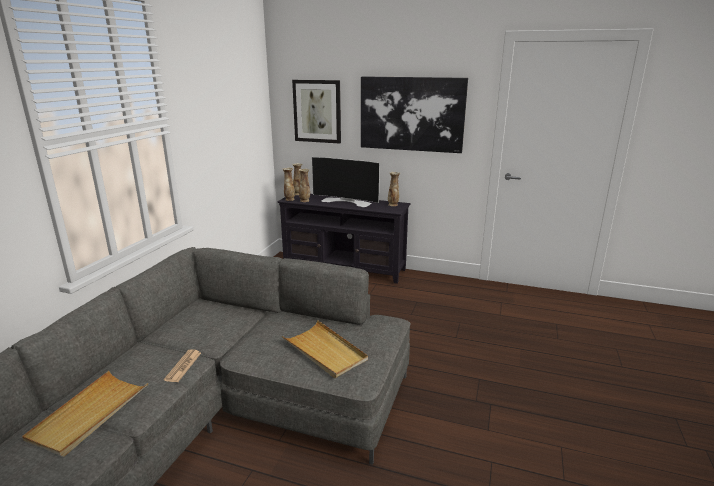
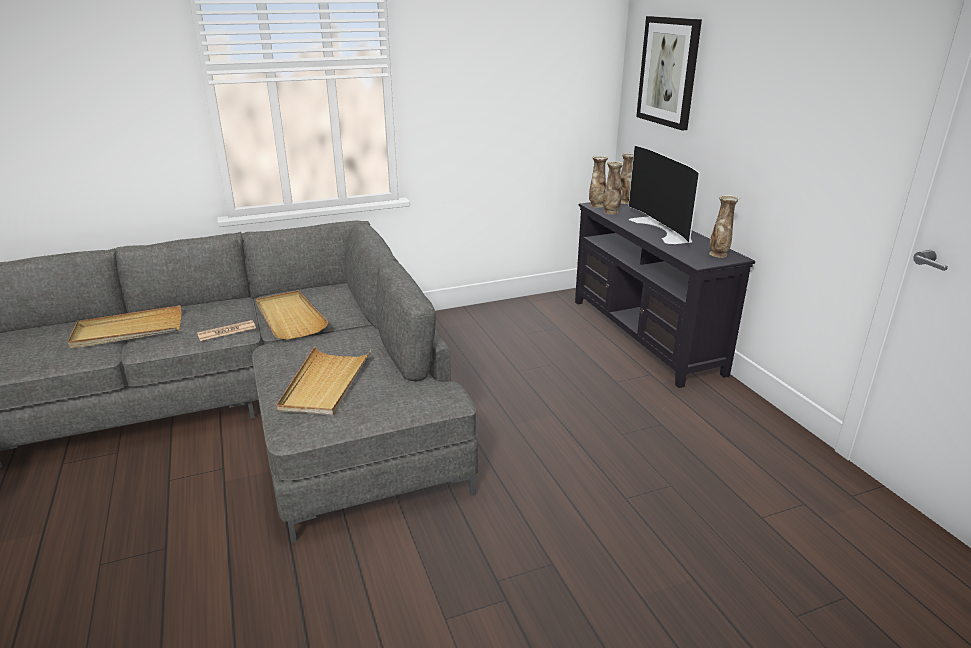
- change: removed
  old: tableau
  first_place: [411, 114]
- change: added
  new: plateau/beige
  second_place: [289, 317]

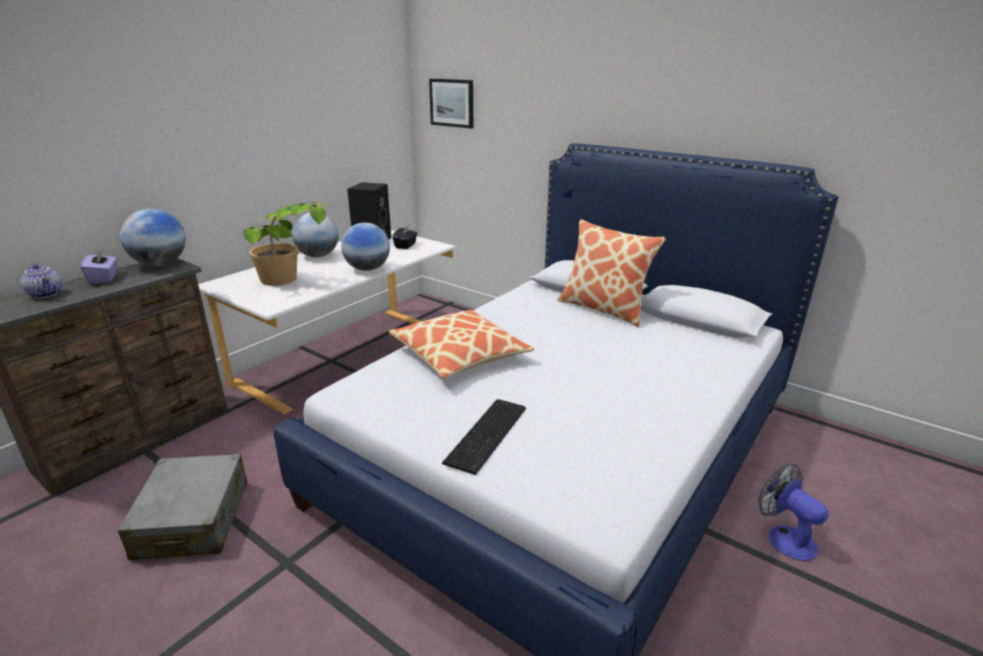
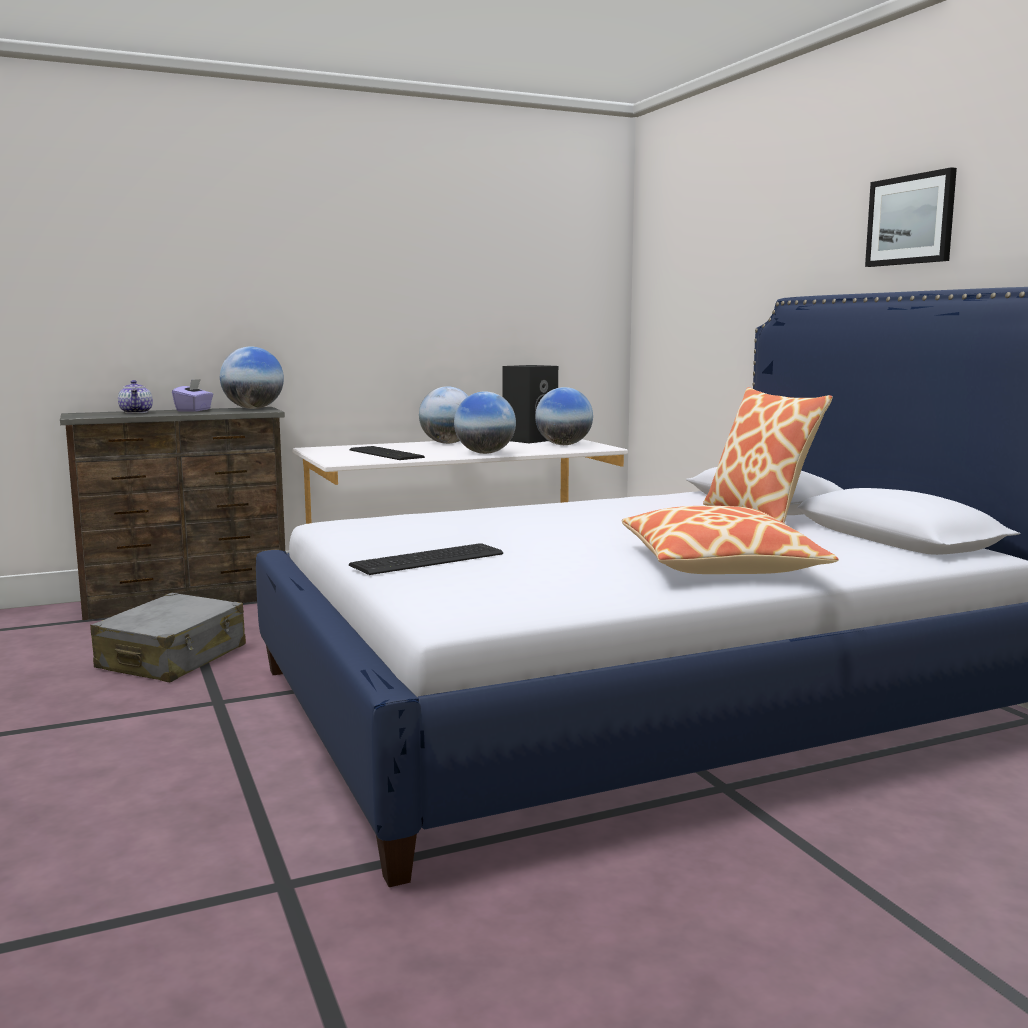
- change: replaced
  old: plante en pot
  new: clavier
  first_place: [292, 283]
  second_place: [386, 453]
- change: moved
  old: coussin
  first_place: [459, 355]
  second_place: [719, 565]
- change: replaced
  old: boîte à mouchoirs/noir
  new: globe
  first_place: [406, 245]
  second_place: [563, 445]
- change: moved
  old: tableau
  first_place: [452, 103]
  second_place: [911, 220]
- change: removed
  old: ventilateur
  first_place: [784, 537]

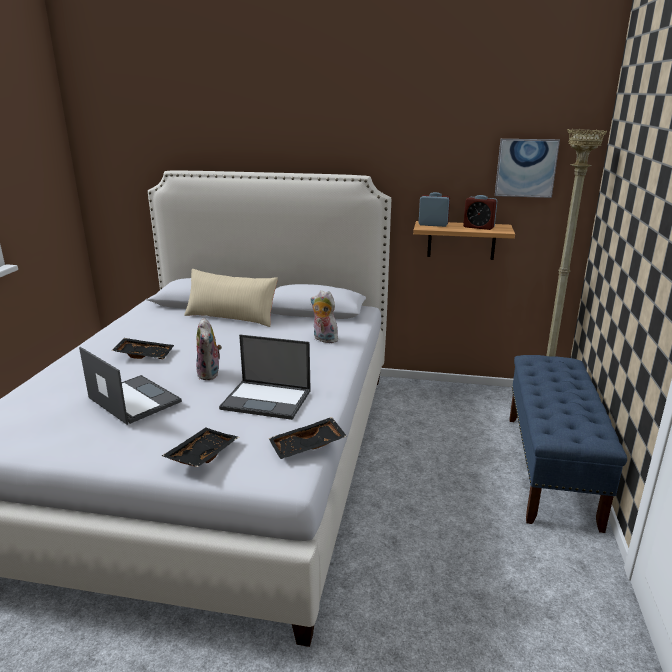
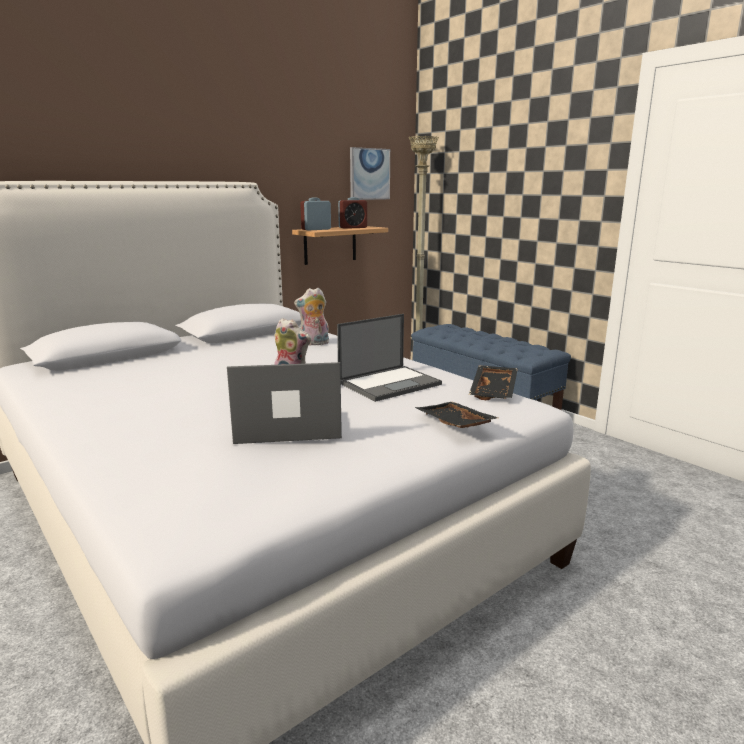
- change: removed
  old: plateau/noir
  first_place: [145, 354]
- change: removed
  old: coussin/beige
  first_place: [231, 317]

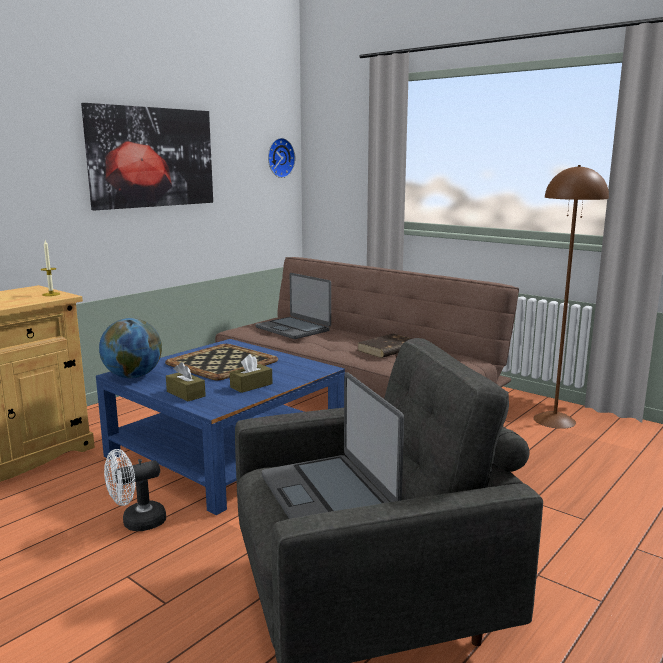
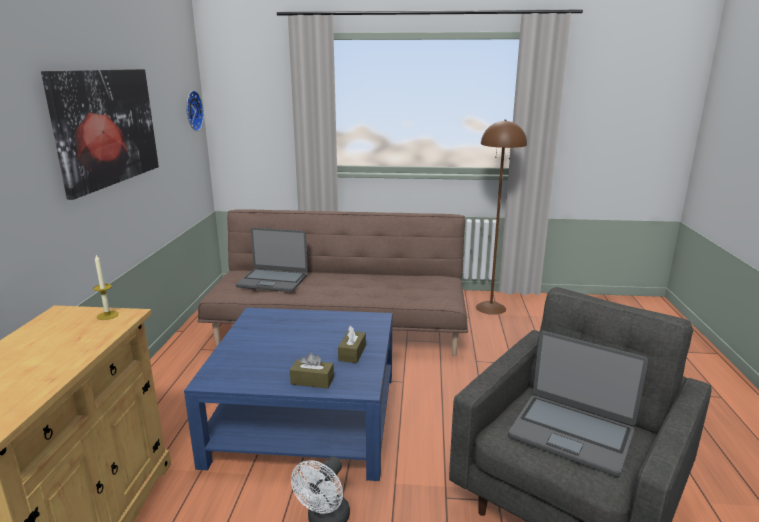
- change: removed
  old: globe
  first_place: [133, 376]
- change: removed
  old: plateau
  first_place: [223, 362]
- change: removed
  old: livre/marron
  first_place: [387, 349]

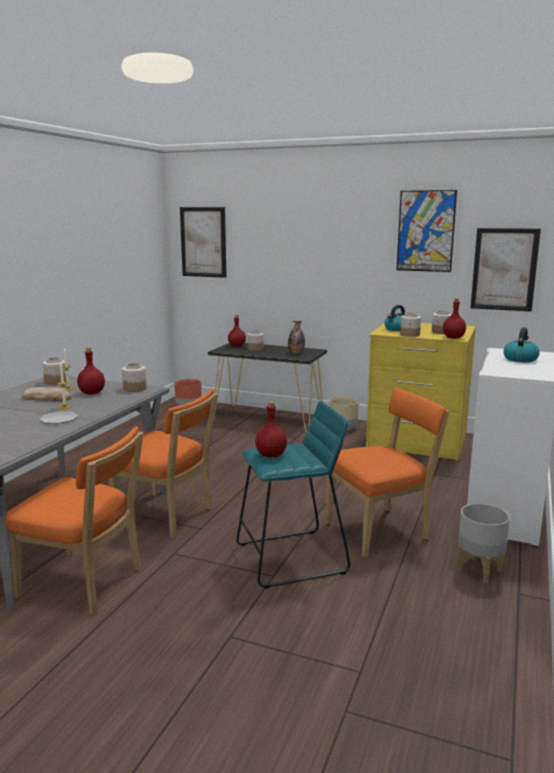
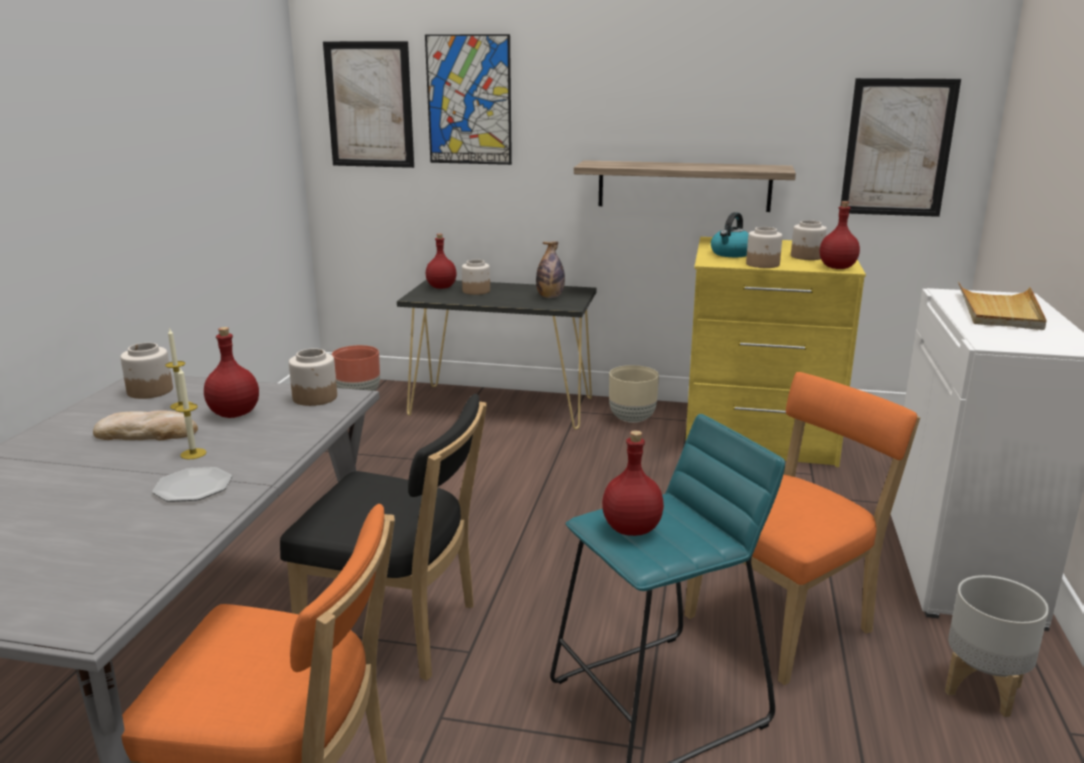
- change: recoloured
  old: chaise/orange
  new: chaise/noir
  first_place: [167, 516]
  second_place: [398, 632]
- change: moved
  old: tableau
  first_place: [425, 231]
  second_place: [469, 100]
- change: replaced
  old: bouilloire
  new: plateau/beige
  first_place: [520, 359]
  second_place: [999, 311]
- change: added
  new: étagère
  second_place: [684, 186]

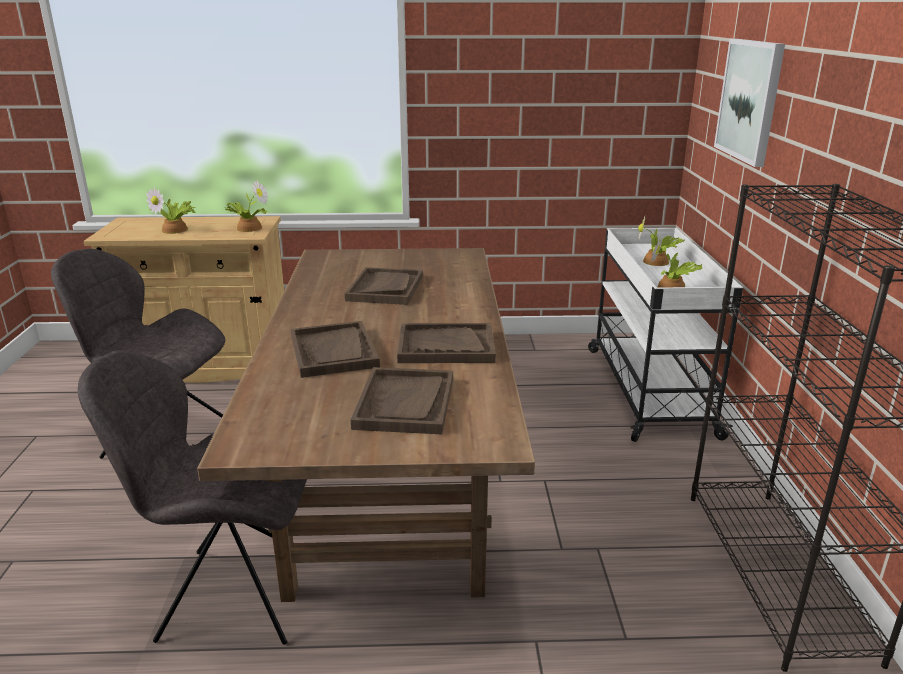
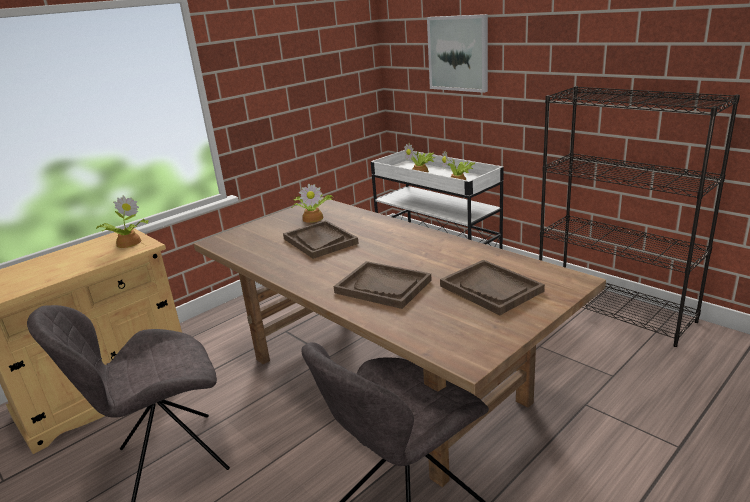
- change: moved
  old: plante en pot
  first_place: [176, 230]
  second_place: [313, 217]
- change: removed
  old: plateau/marron
  first_place: [446, 346]

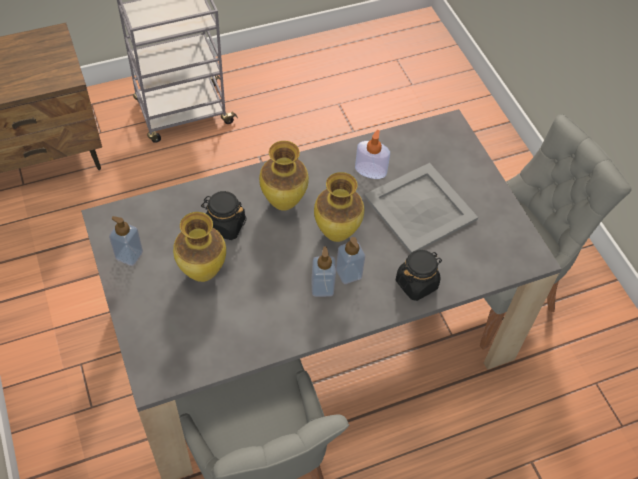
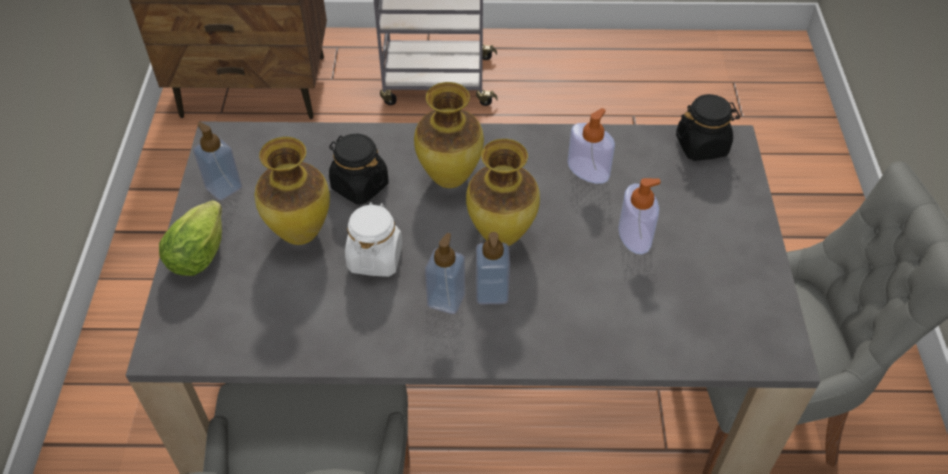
- change: replaced
  old: plateau/gris
  new: distributeur de savon
  first_place: [419, 208]
  second_place: [634, 235]
- change: moved
  old: bocal/noir
  first_place: [416, 283]
  second_place: [702, 146]
- change: added
  new: laitue
  second_place: [201, 251]
- change: added
  new: bocal/blanc
  second_place: [375, 258]

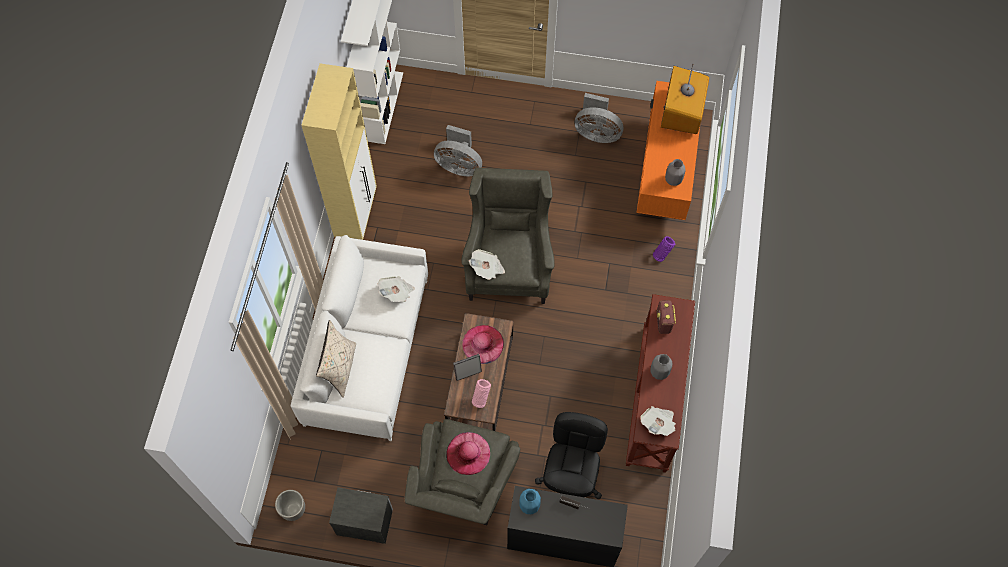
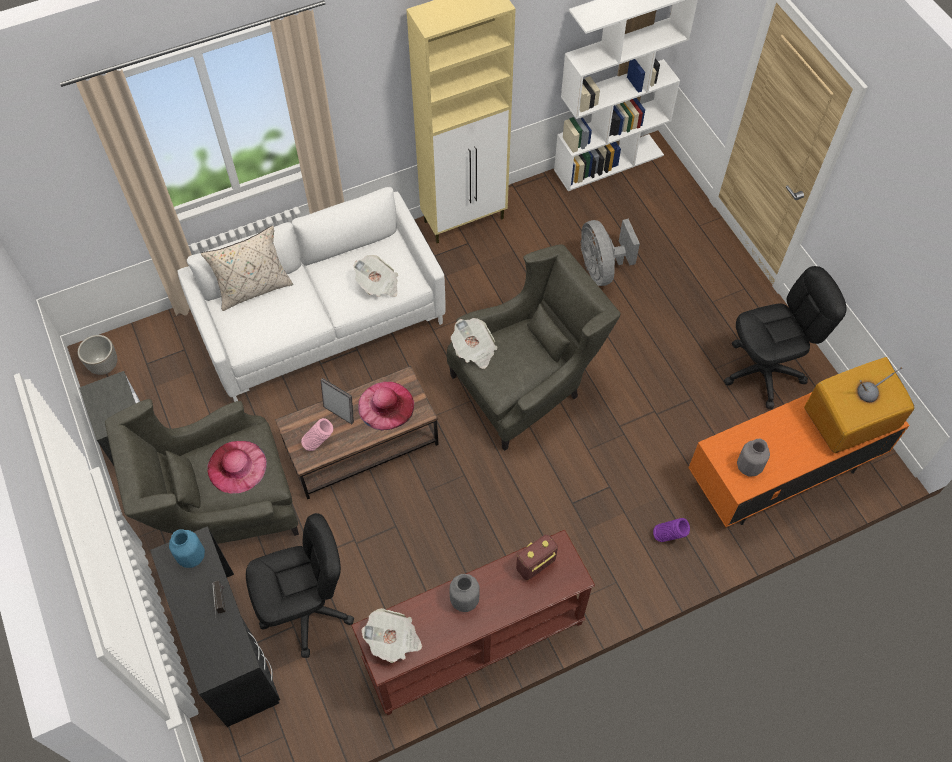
- change: replaced
  old: ventilateur/gris
  new: chaise de bureau/noir
  first_place: [596, 133]
  second_place: [763, 372]

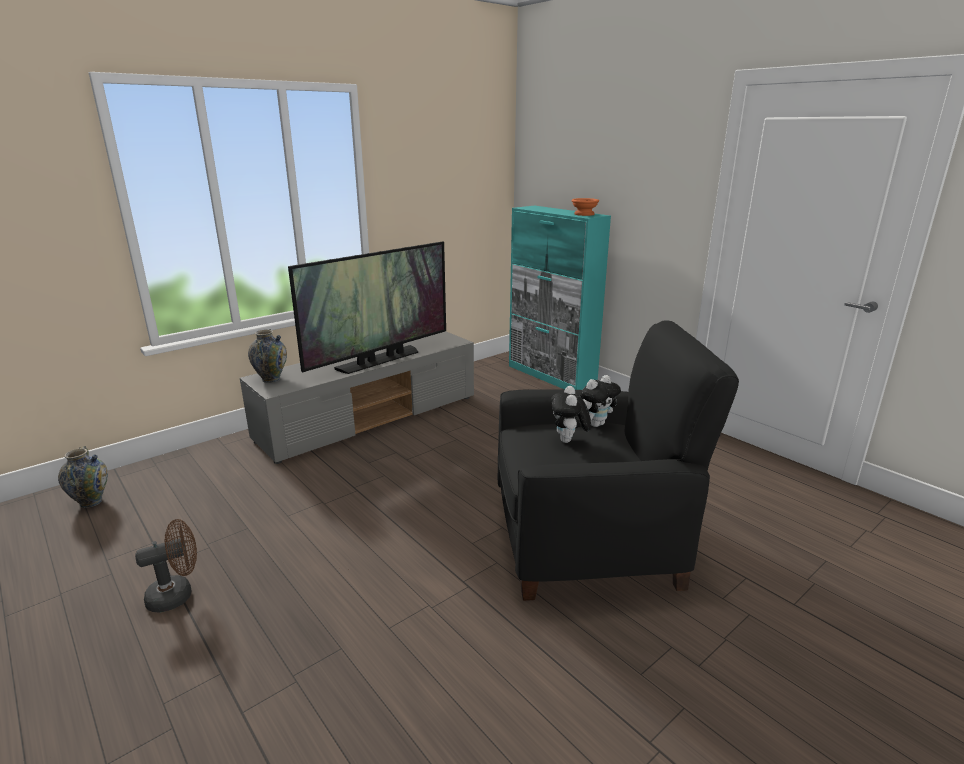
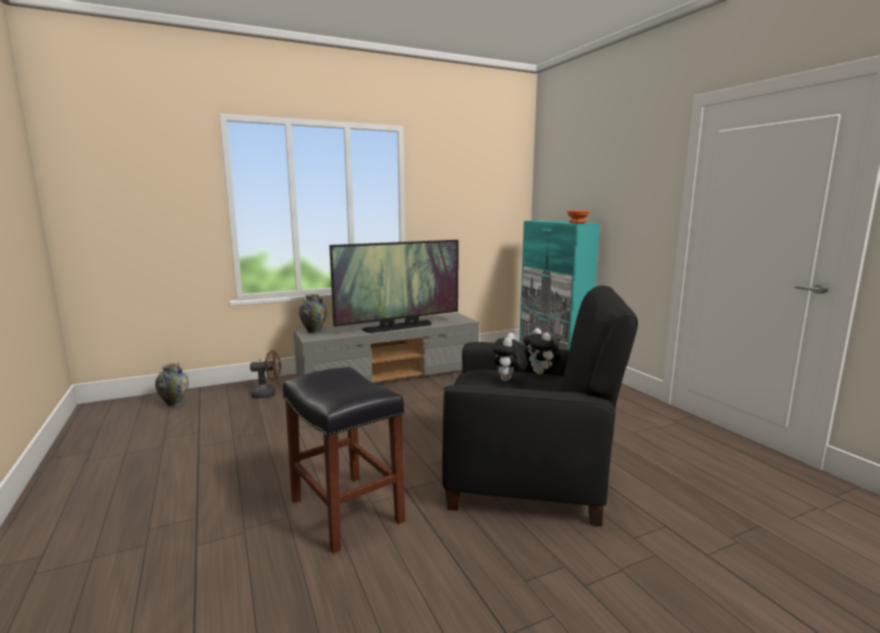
- change: moved
  old: ventilateur/marron
  first_place: [177, 594]
  second_place: [267, 394]
- change: turned
  old: peluche
  first_place: [596, 424]
  second_place: [541, 373]
  degrees: 90
- change: added
  new: tabouret/noir
  second_place: [345, 510]

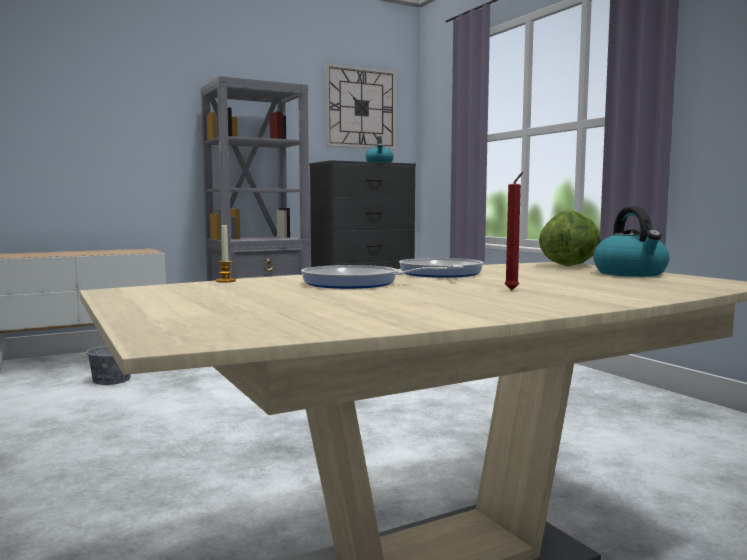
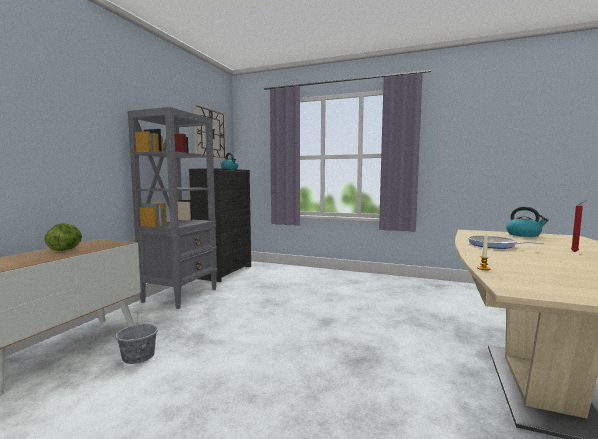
- change: removed
  old: poêle
  first_place: [356, 283]
- change: moved
  old: laitue
  first_place: [570, 265]
  second_place: [66, 250]

